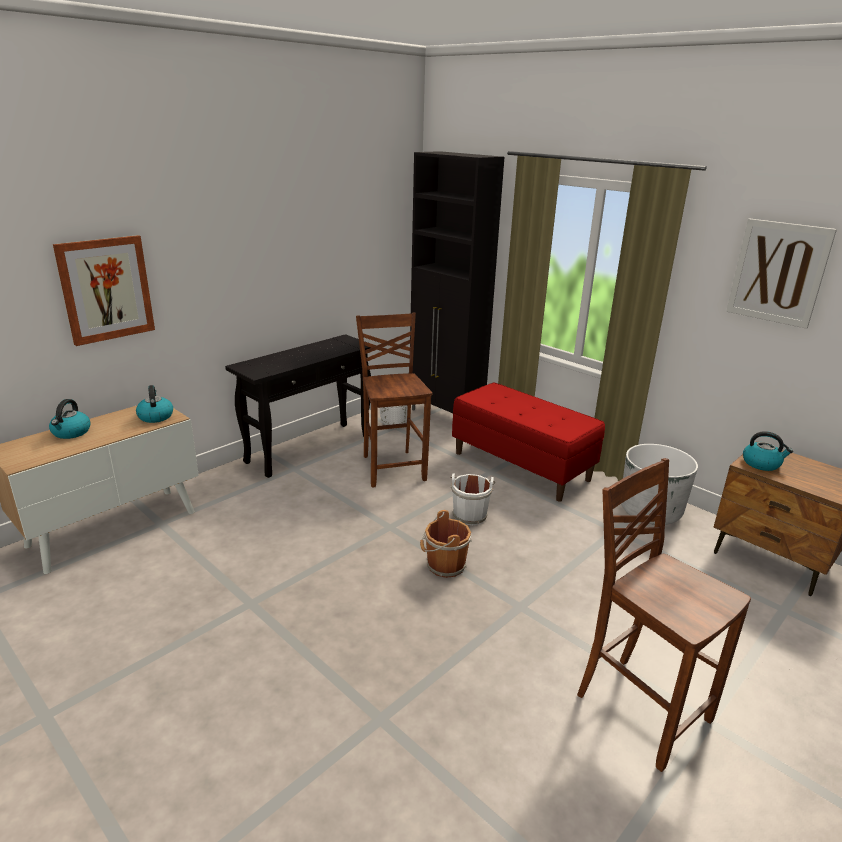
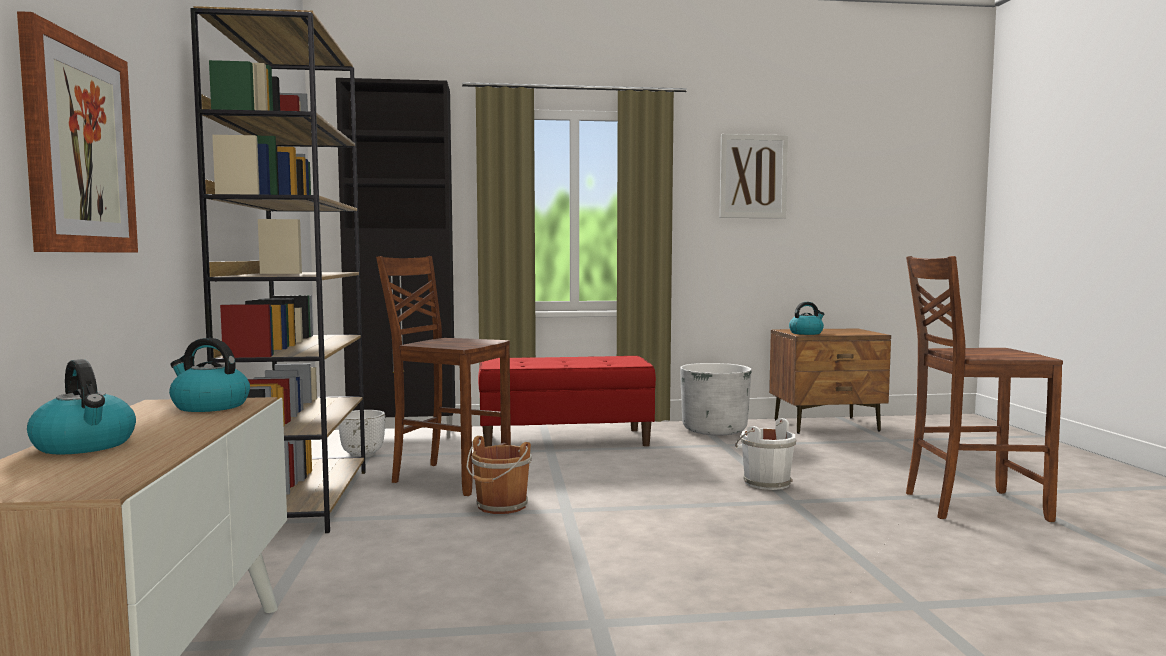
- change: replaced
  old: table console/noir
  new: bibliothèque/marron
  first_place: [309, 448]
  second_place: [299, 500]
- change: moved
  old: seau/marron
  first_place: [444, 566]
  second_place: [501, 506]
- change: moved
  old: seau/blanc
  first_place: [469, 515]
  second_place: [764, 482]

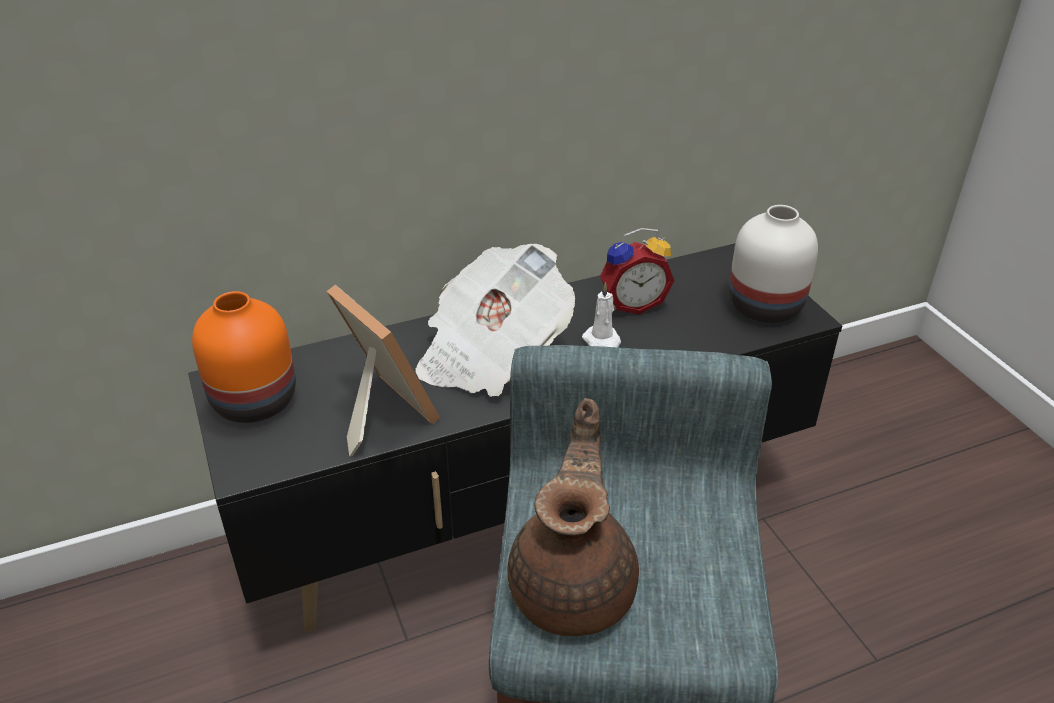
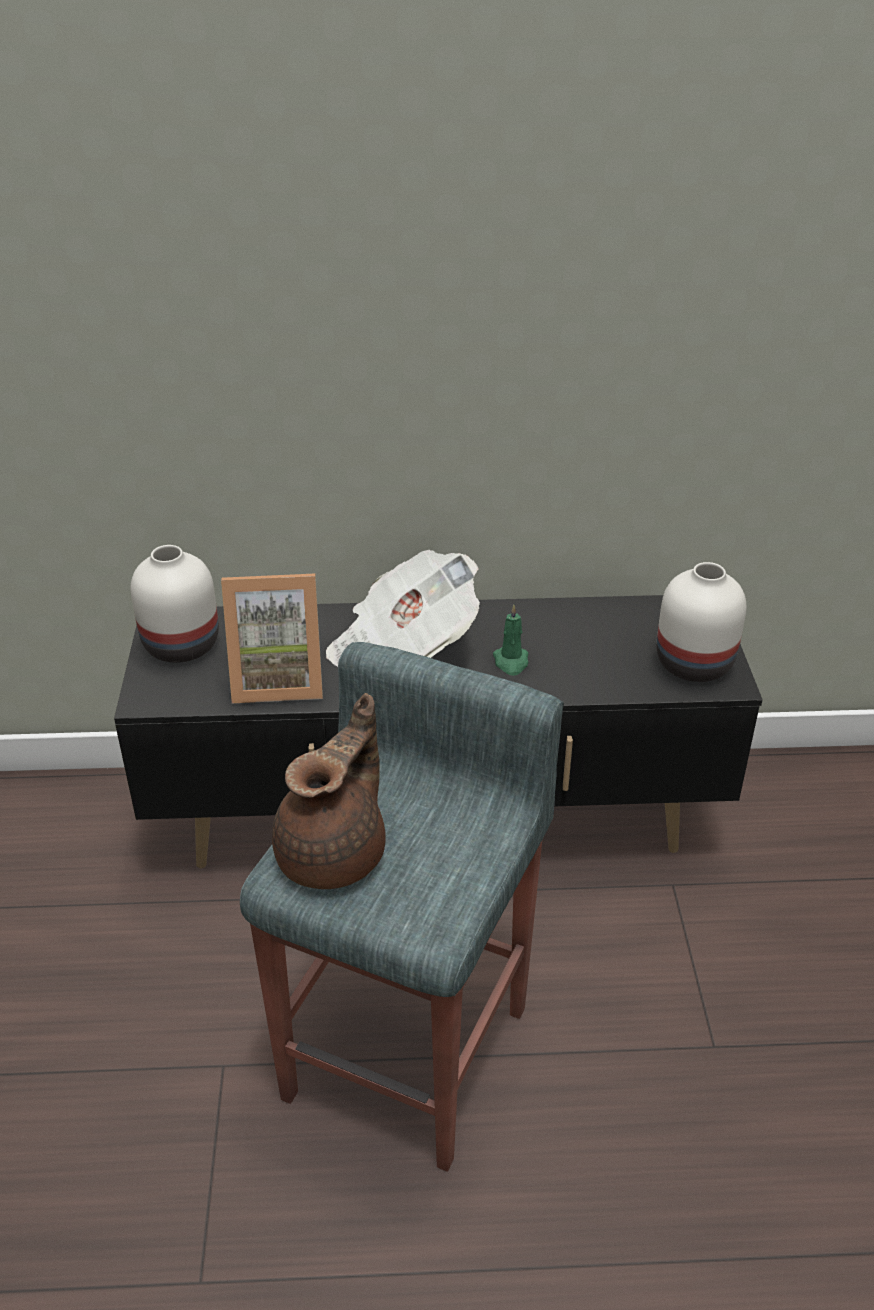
- change: recoloured
  old: vase/orange
  new: vase/blanc
  first_place: [254, 402]
  second_place: [180, 646]
- change: turned
  old: cadre photo
  first_place: [379, 413]
  second_place: [277, 679]
  degrees: 105
- change: recoloured
  old: bougie/blanc
  new: bougie/vert
  first_place: [602, 342]
  second_place: [511, 662]
- change: removed
  old: réveil
  first_place: [632, 303]

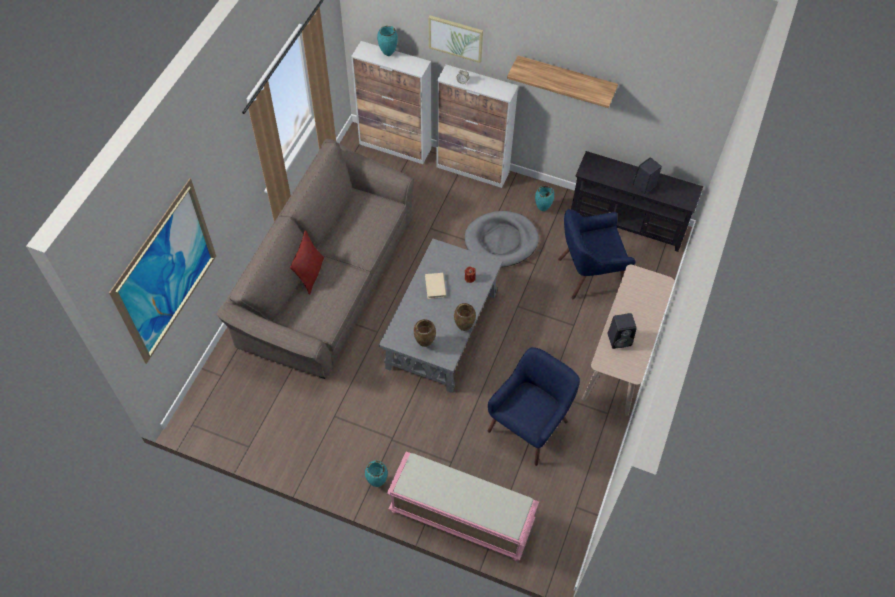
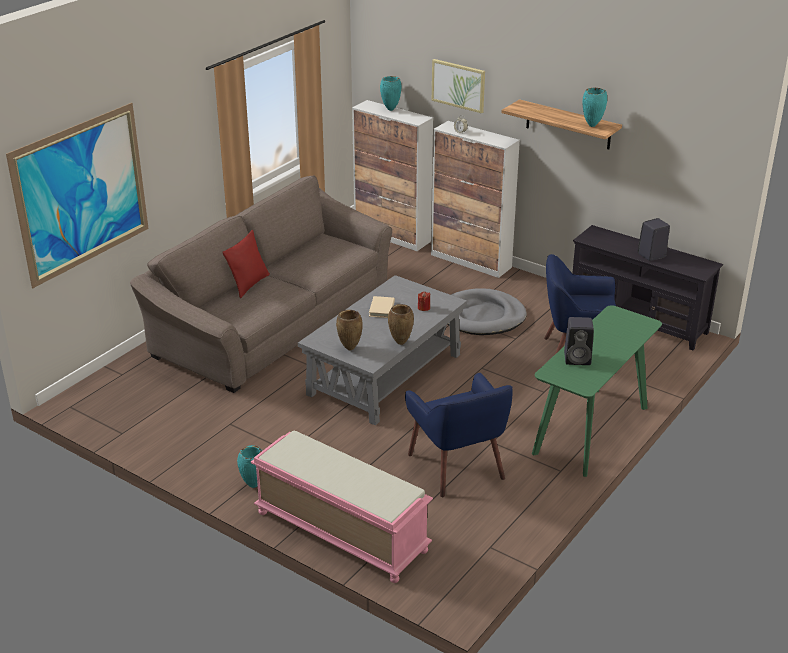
- change: turned
  old: fauteuil/bleu
  first_place: [529, 426]
  second_place: [457, 466]
  degrees: 105
- change: moved
  old: vase/turquoise
  first_place: [542, 209]
  second_place: [592, 126]
- change: recoloured
  old: table console/beige
  new: table console/vert
  first_place: [620, 363]
  second_place: [591, 430]

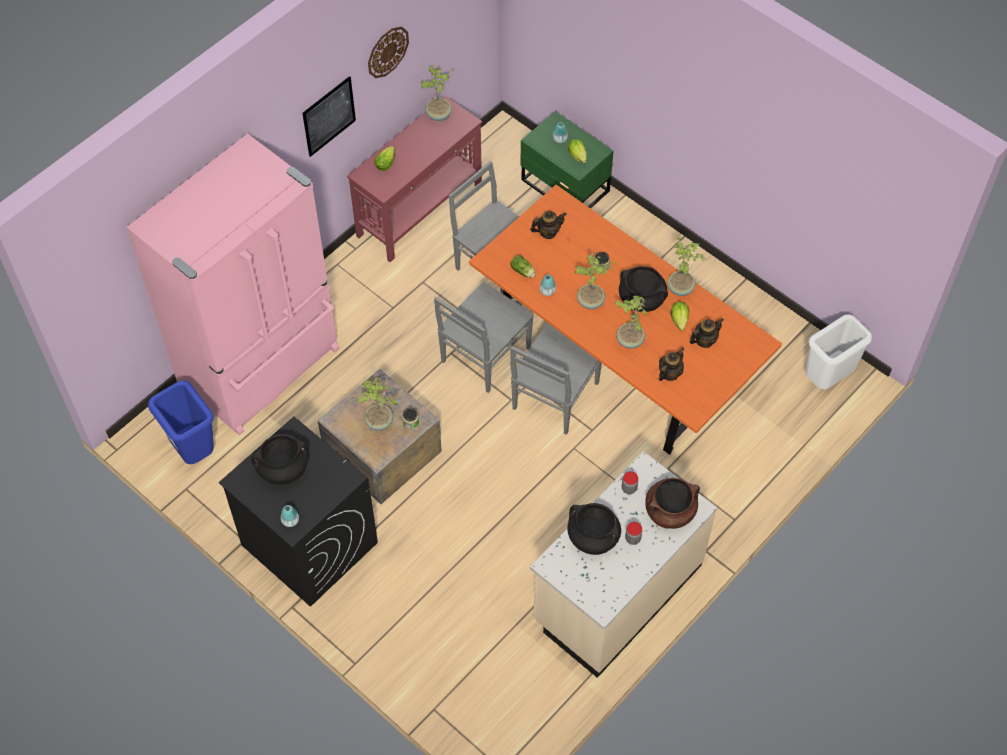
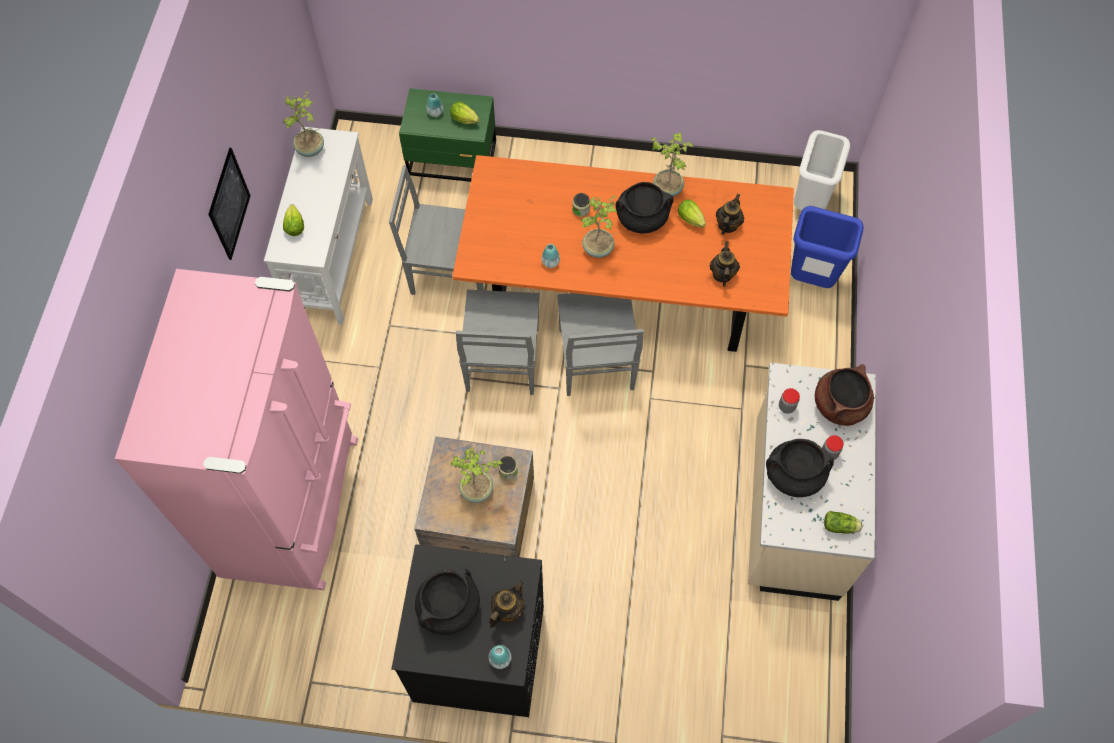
- change: moved
  old: poubelle/bleu
  first_place: [194, 452]
  second_place: [810, 280]
- change: recoloured
  old: table console/rouge
  new: table console/blanc
  first_place: [420, 209]
  second_place: [333, 256]
- change: removed
  old: horloge murale
  first_place: [387, 51]
- change: moved
  old: laitue
  first_place: [523, 272]
  second_place: [841, 526]
- change: moved
  old: théière
  first_place: [548, 232]
  second_place: [507, 610]
- change: removed
  old: plante en pot
  first_place: [629, 341]

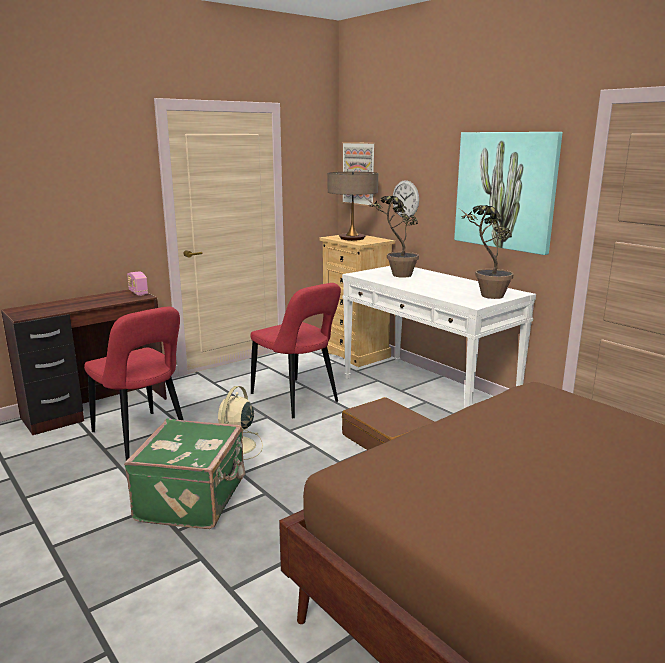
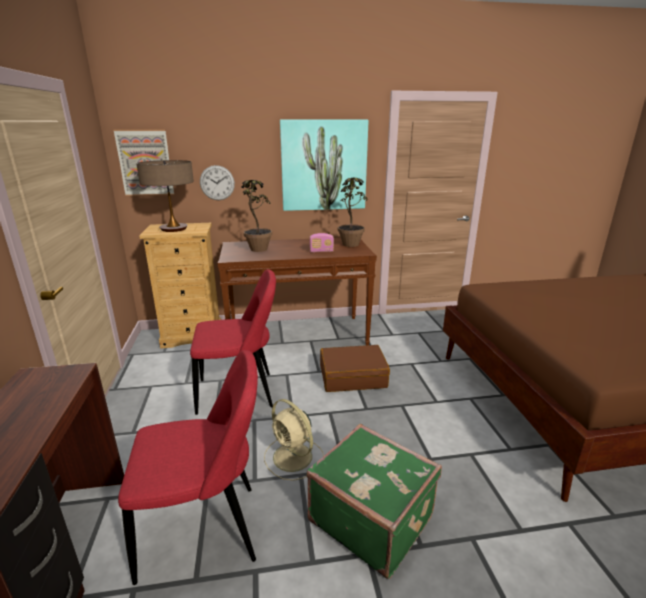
- change: moved
  old: radio
  first_place: [138, 293]
  second_place: [321, 251]
- change: recoloured
  old: table console/blanc
  new: table console/marron
  first_place: [427, 392]
  second_place: [298, 335]

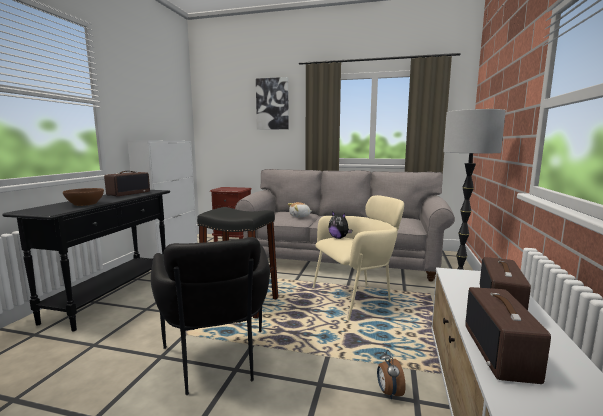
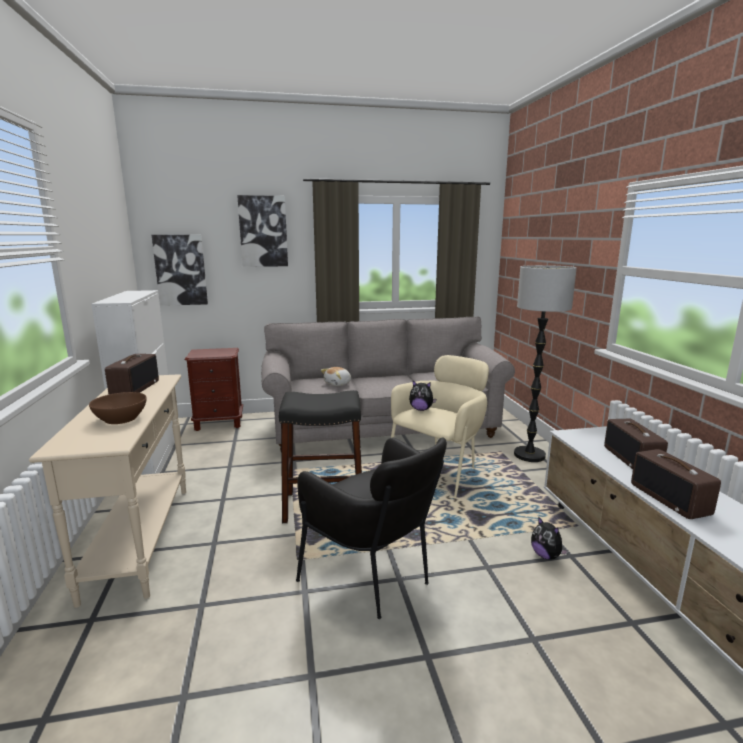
- change: recoloured
  old: table console/noir
  new: table console/beige
  first_place: [112, 296]
  second_place: [141, 538]
- change: replaced
  old: réveil
  new: peluche
  first_place: [388, 392]
  second_place: [546, 555]
- change: added
  new: tableau
  second_place: [181, 270]

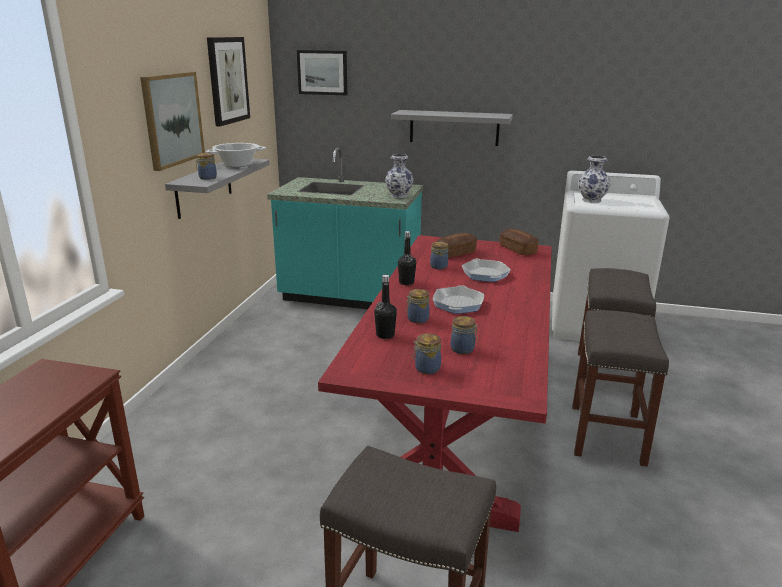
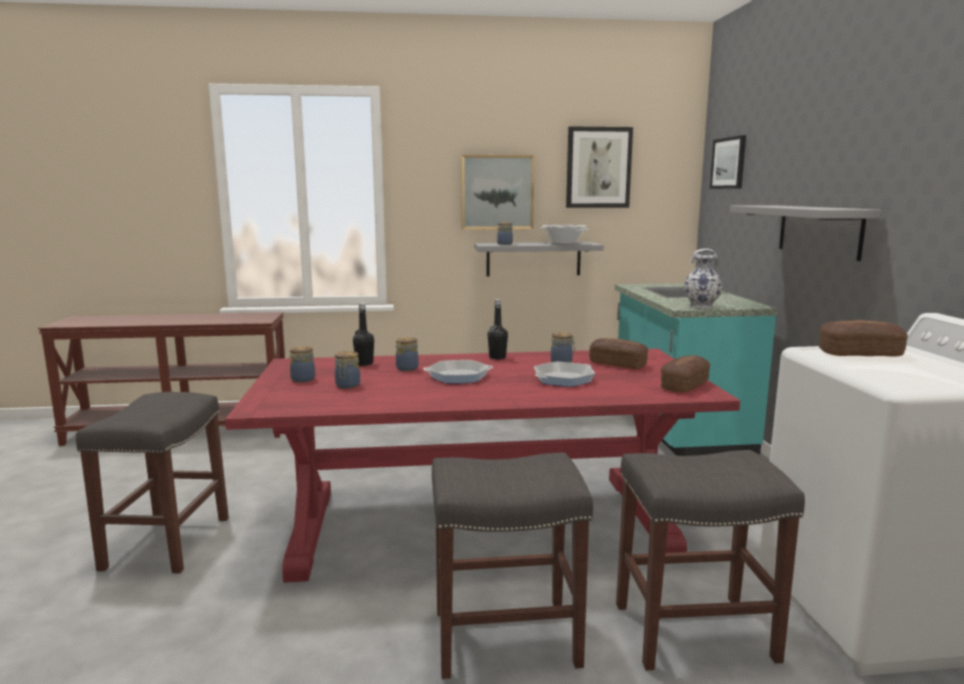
- change: replaced
  old: vase
  new: pain
  first_place: [592, 200]
  second_place: [859, 354]

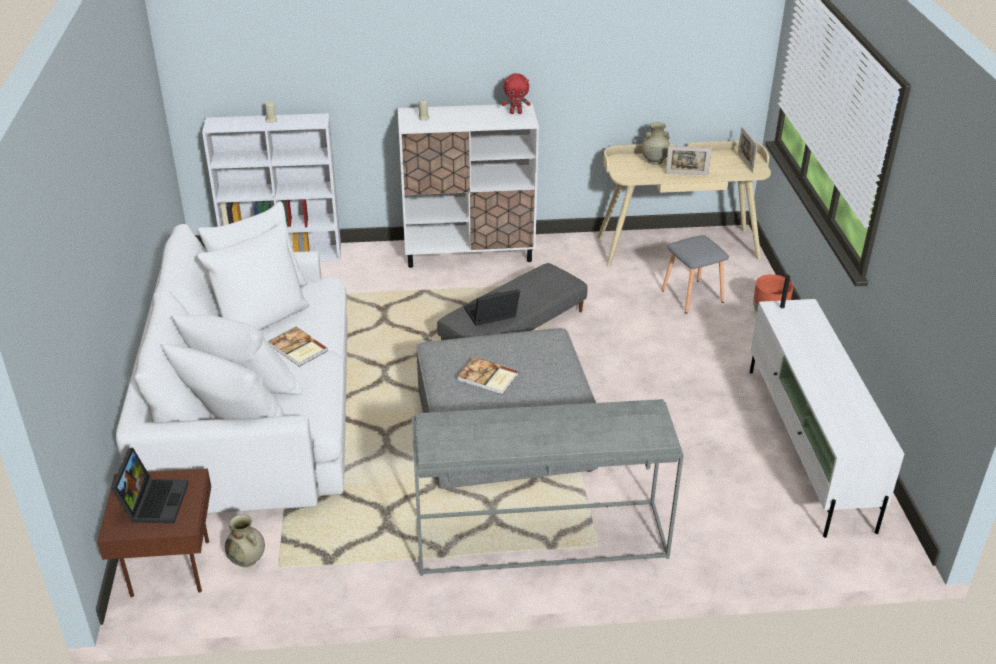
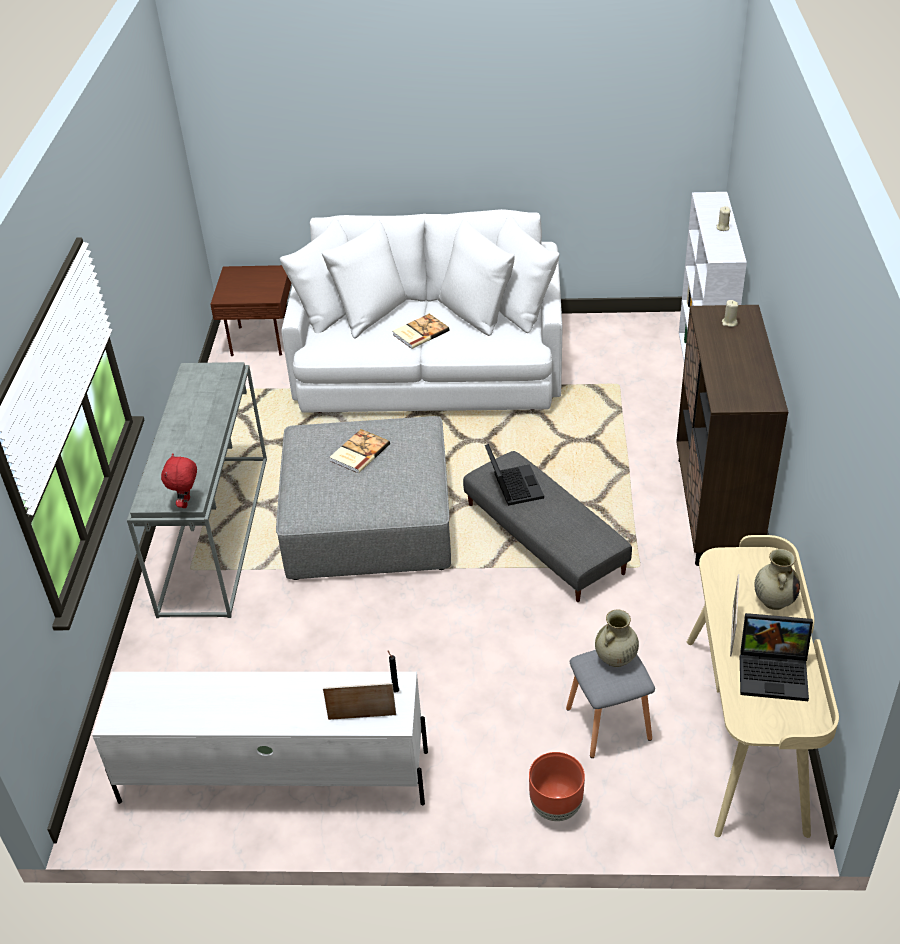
- change: moved
  old: ordinateur portable
  first_place: [153, 500]
  second_place: [774, 672]
- change: moved
  old: vase/beige
  first_place: [247, 559]
  second_place: [615, 658]
- change: recoloured
  old: meuble de rangement/blanc
  new: meuble de rangement/marron
  first_place: [469, 252]
  second_place: [715, 510]
- change: moved
  old: peluche/rouge
  first_place: [516, 113]
  second_place: [187, 503]
- change: moved
  old: cadre photo
  first_place: [745, 163]
  second_place: [362, 717]

